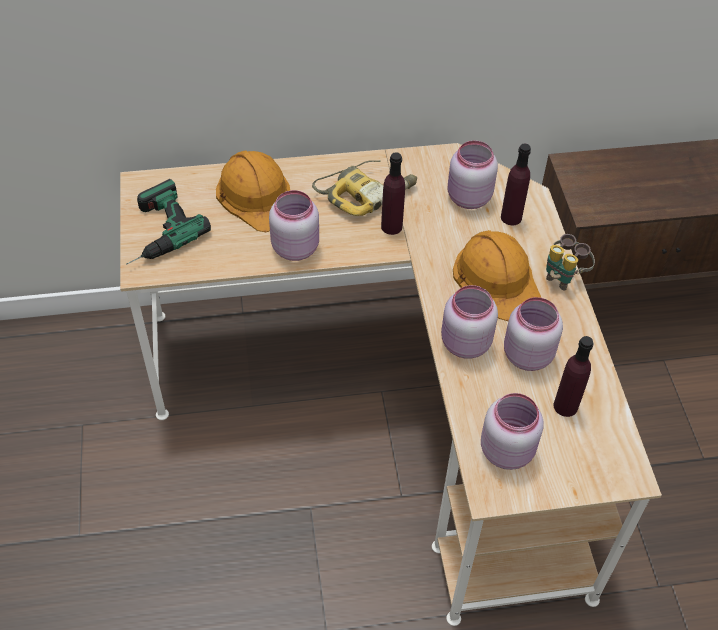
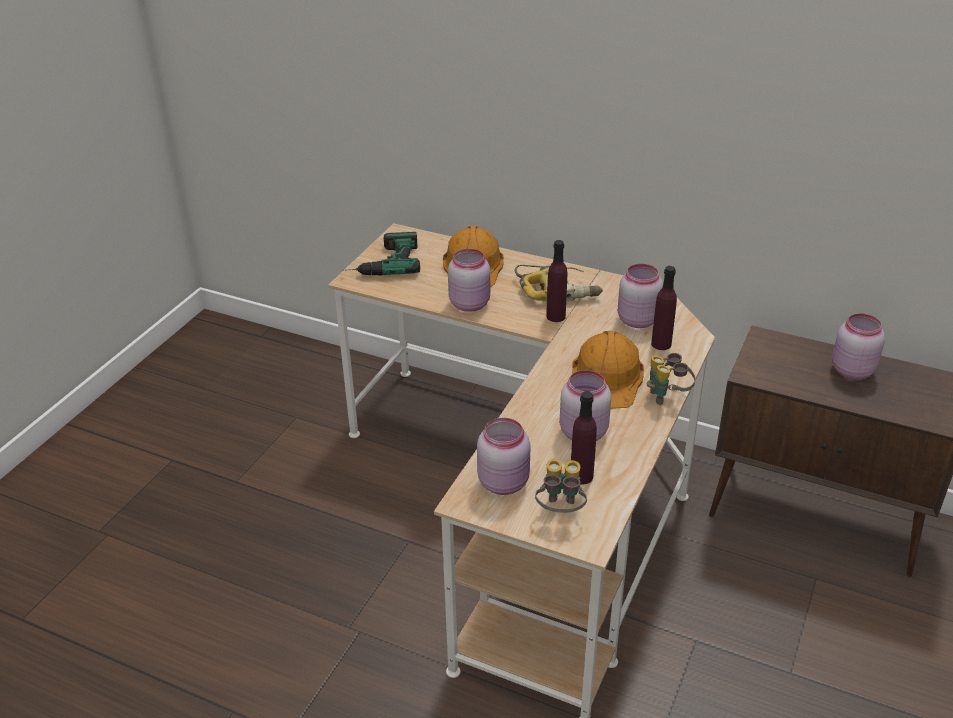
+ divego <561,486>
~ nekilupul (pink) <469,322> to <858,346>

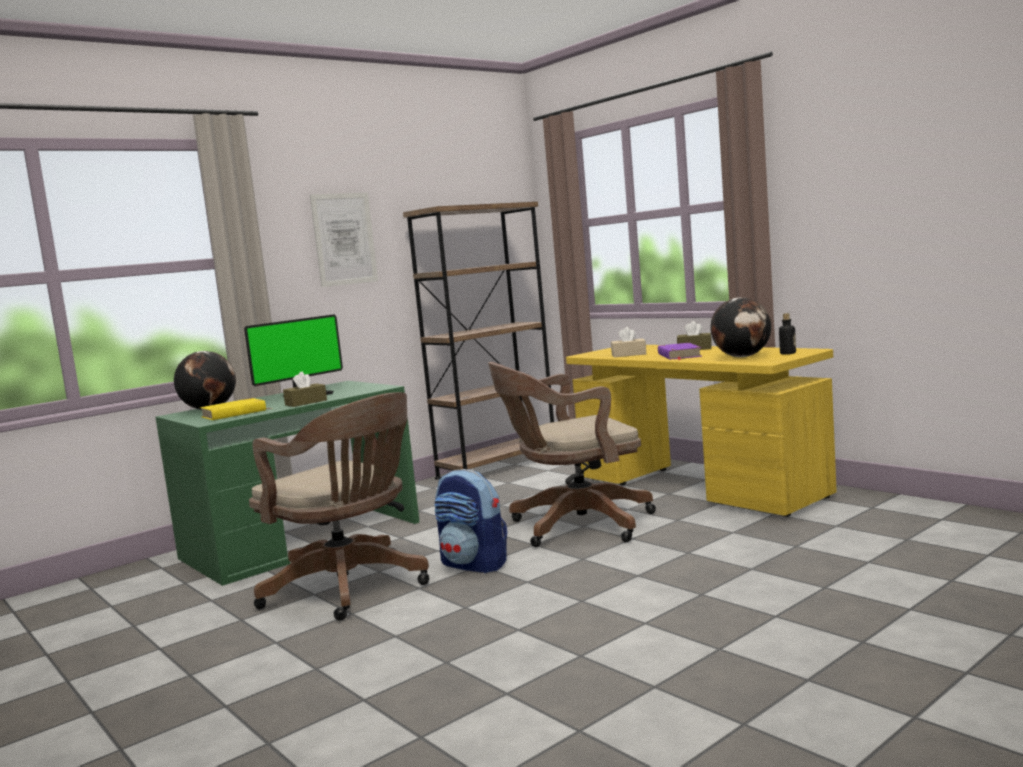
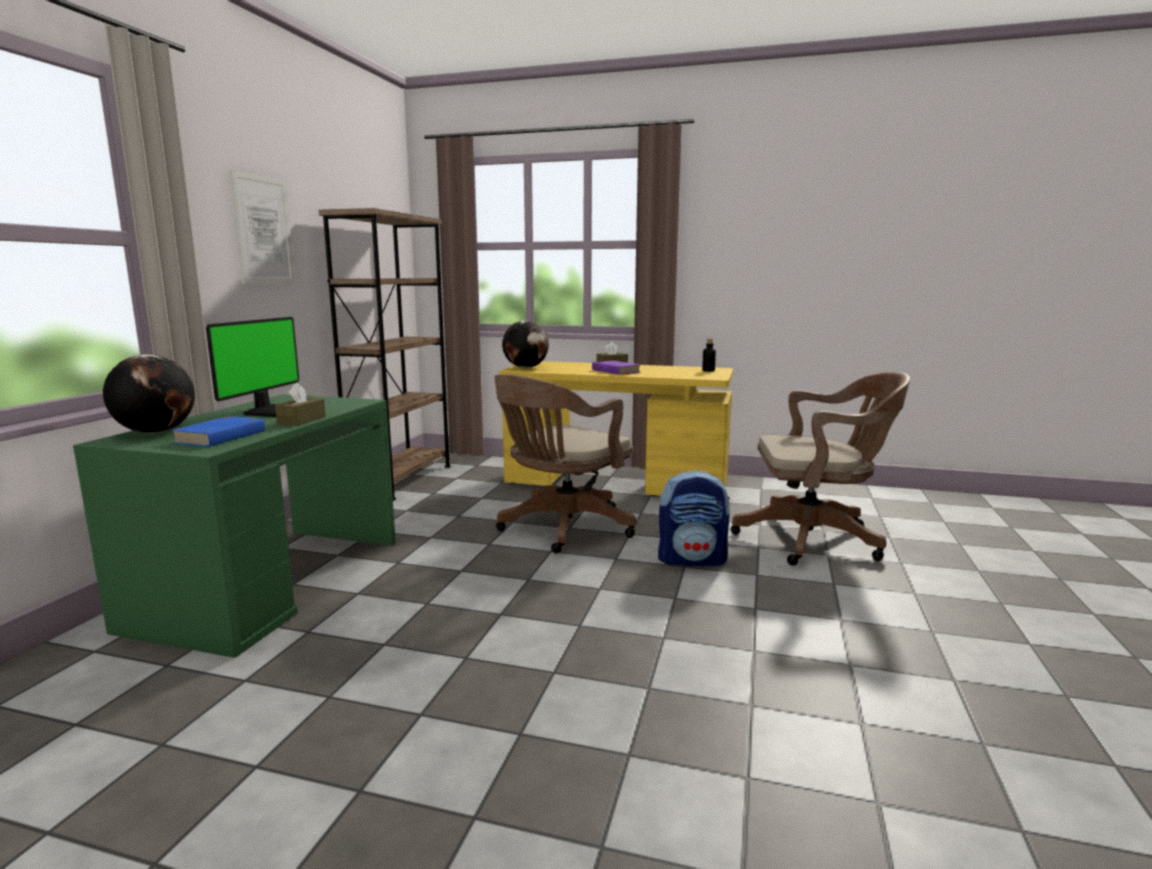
~ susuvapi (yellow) <235,409> to susuvapi (blue) <218,431>
~ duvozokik <741,327> to <525,344>
~ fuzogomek <470,521> to <694,518>
~ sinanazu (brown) <339,506> to <820,469>
- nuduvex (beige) <628,342>

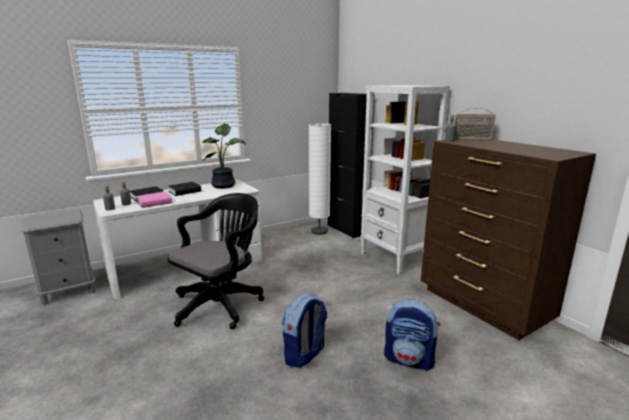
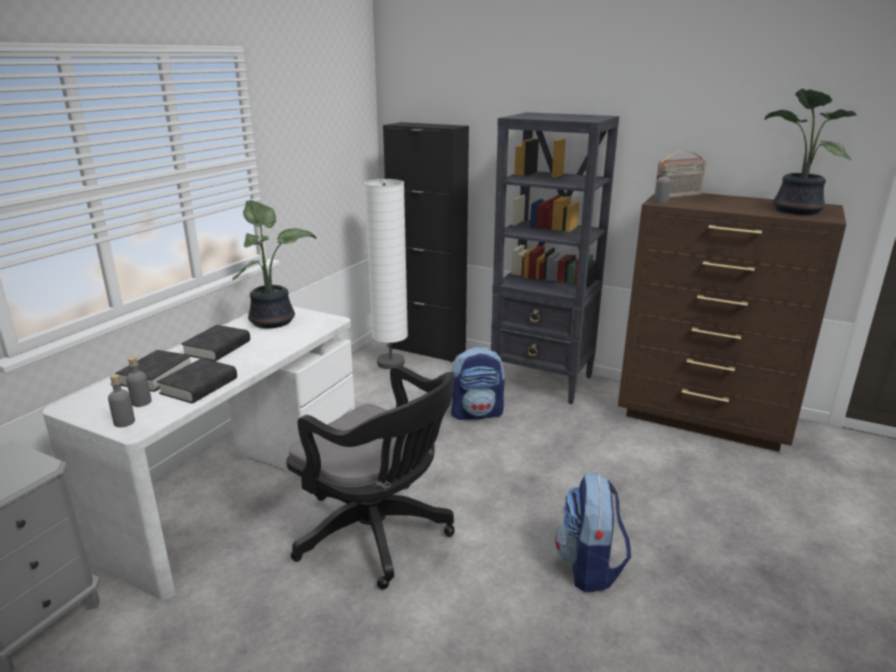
~ susuvapi (pink) <154,200> to susuvapi (black) <197,380>
~ sinanazu (black) <216,261> = <370,477> 120 degrees clockwise
~ fuzogomek <412,335> to <478,383>
~ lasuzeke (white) <405,180> to lasuzeke (black) <555,258>
+ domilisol <810,151>

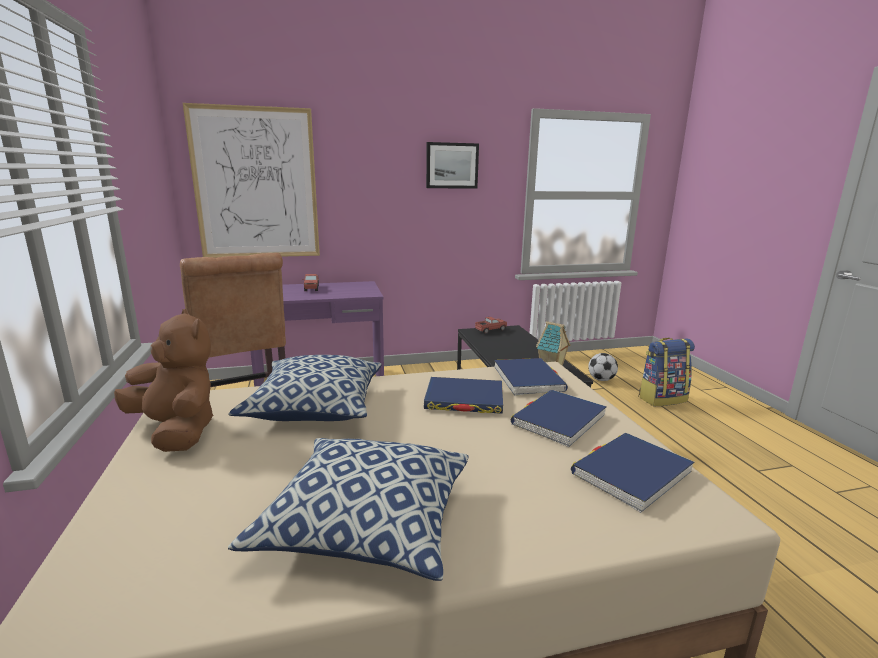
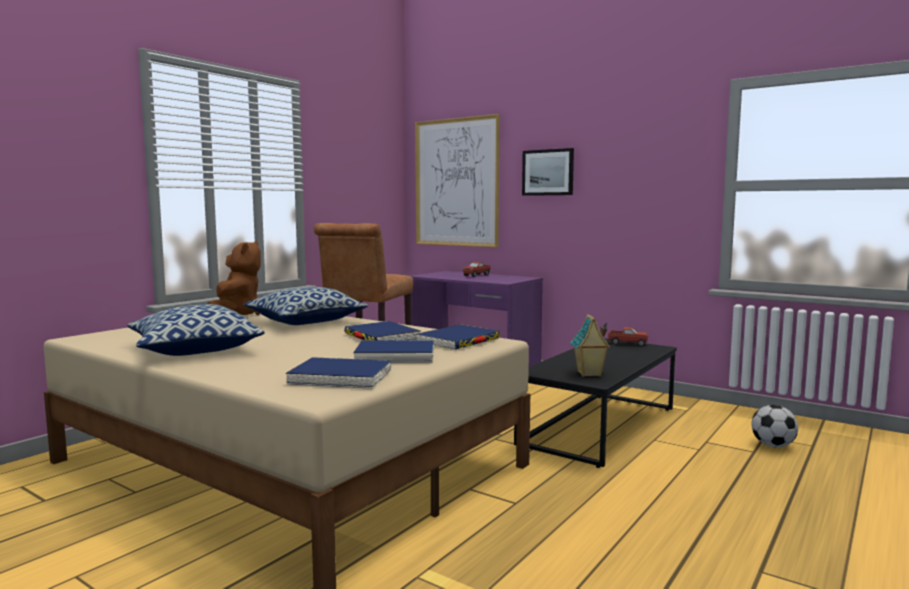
~ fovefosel <452,165> to <548,172>
- fuzogomek <666,372>

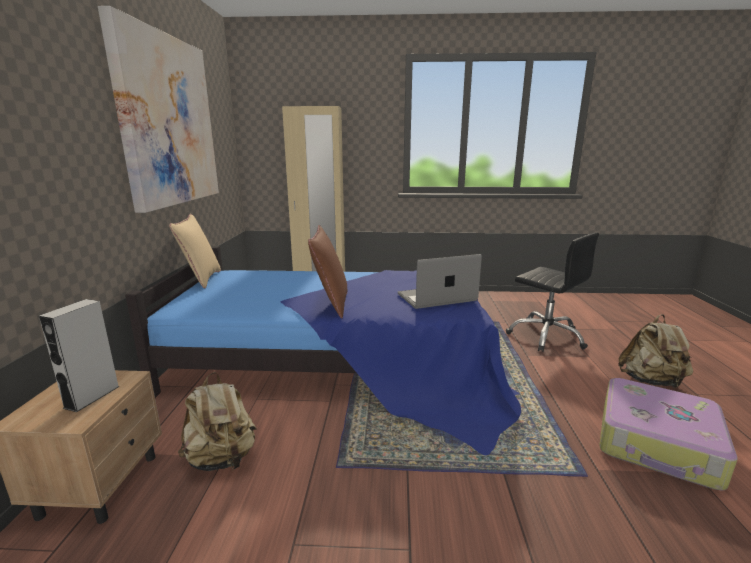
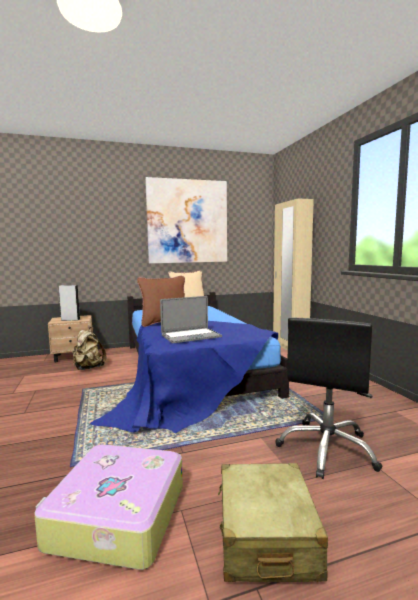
~ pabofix <440,281> = <191,319> 105 degrees clockwise
~ fuzogomek (beige) <655,351> to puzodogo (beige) <273,522>

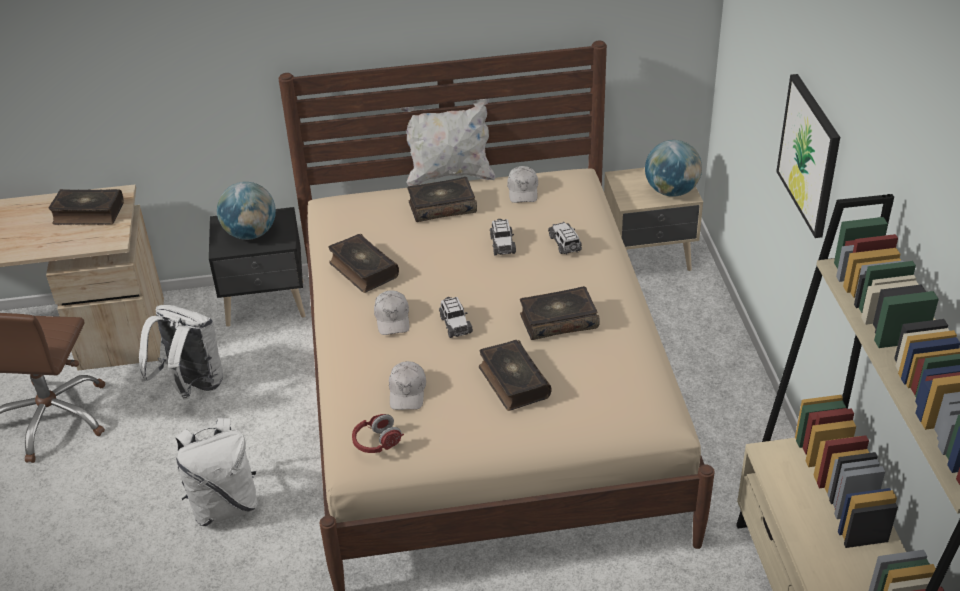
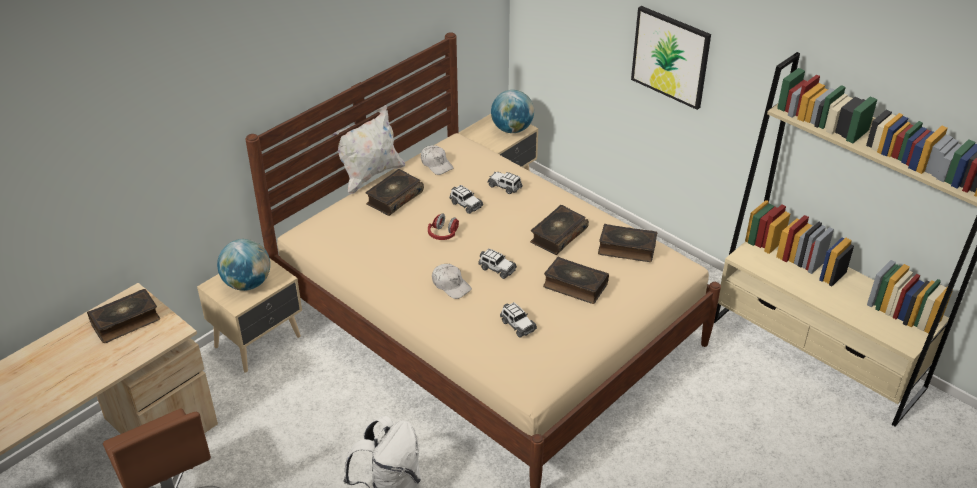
~ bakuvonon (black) <257,267> to bakuvonon (beige) <249,316>
~ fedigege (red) <378,433> to <443,227>
~ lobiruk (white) <407,385> to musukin <518,320>
~ susuvapi <363,263> to <628,243>
- fuzogomek (white) <181,352>

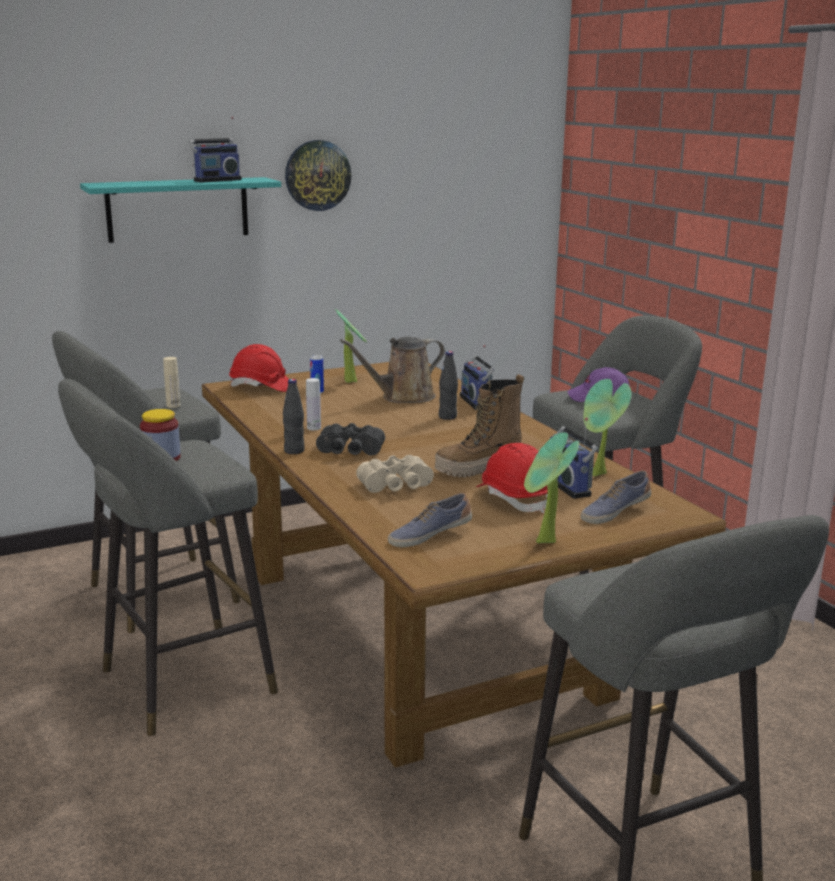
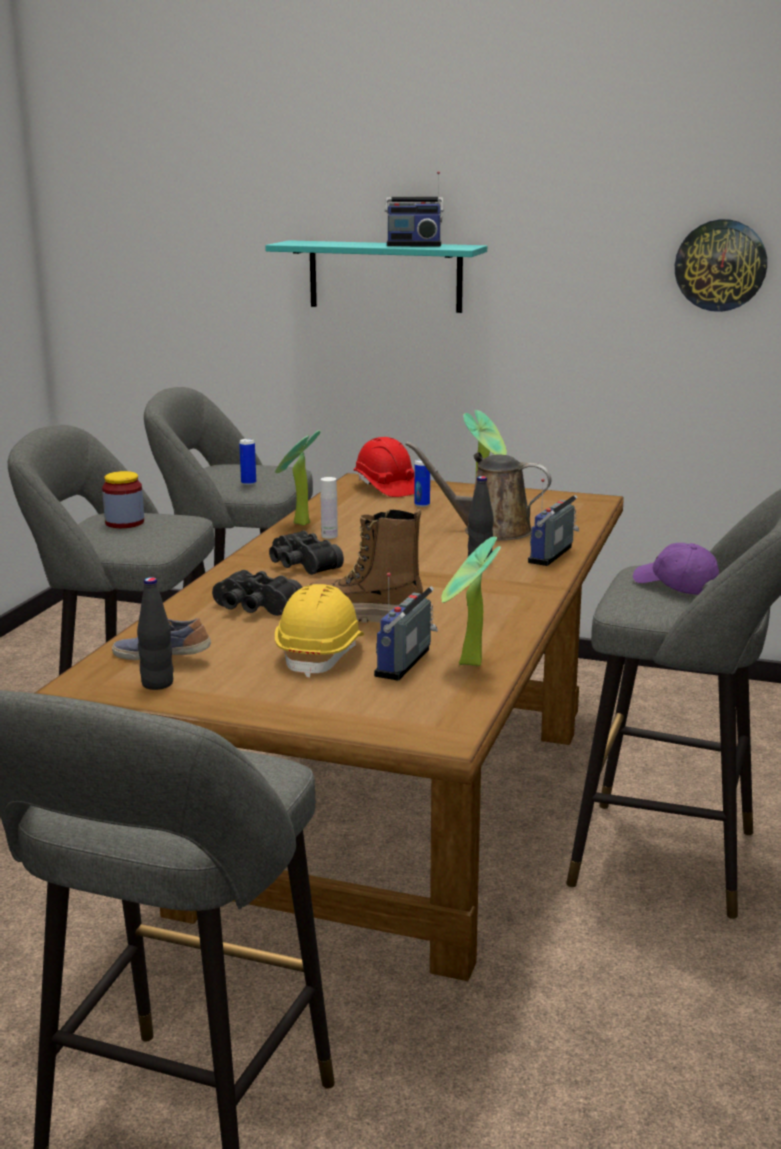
~ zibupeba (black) <294,416> to <155,633>
~ divego (beige) <395,474> to divego (black) <257,593>
~ zibupeba (beige) <171,382> to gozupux <247,461>
~ domilisol <551,488> to <298,478>
~ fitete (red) <512,478> to fitete (yellow) <319,631>
~ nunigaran <318,175> to <721,265>
- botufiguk <616,497>

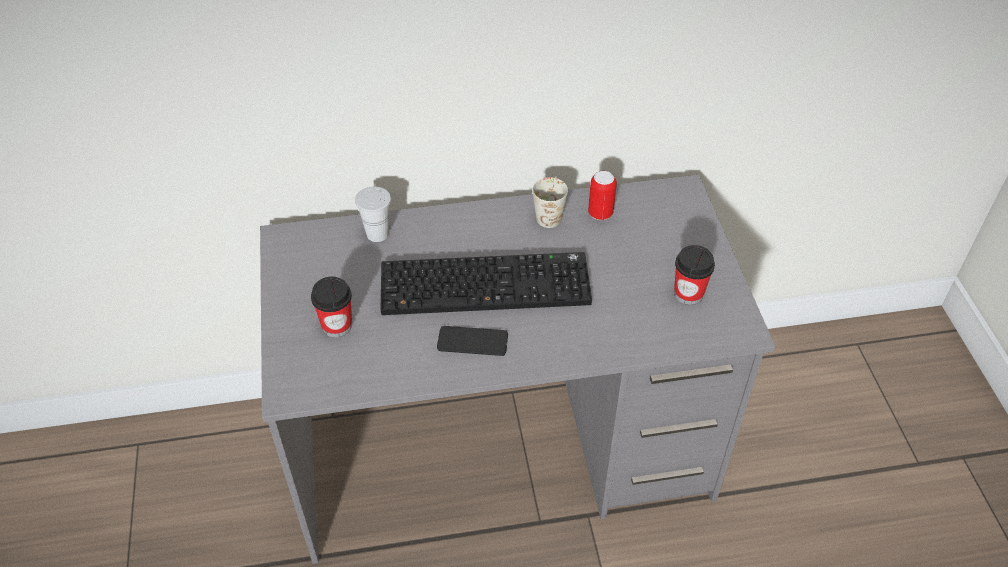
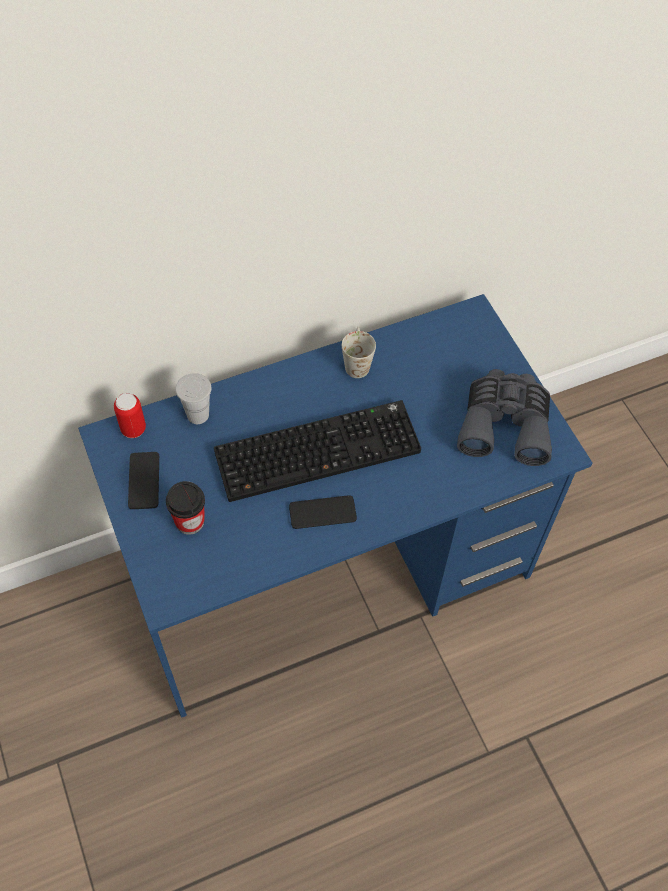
~ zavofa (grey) <518,369> to zavofa (blue) <335,506>
~ gozupux <602,195> to <130,415>
+ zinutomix <143,480>
~ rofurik <694,275> to divego (grey) <504,417>

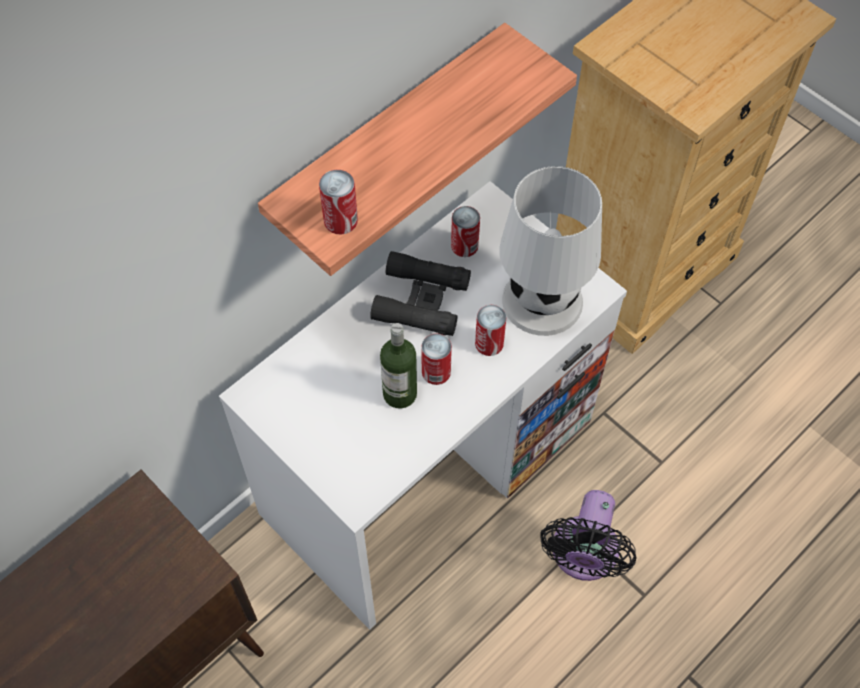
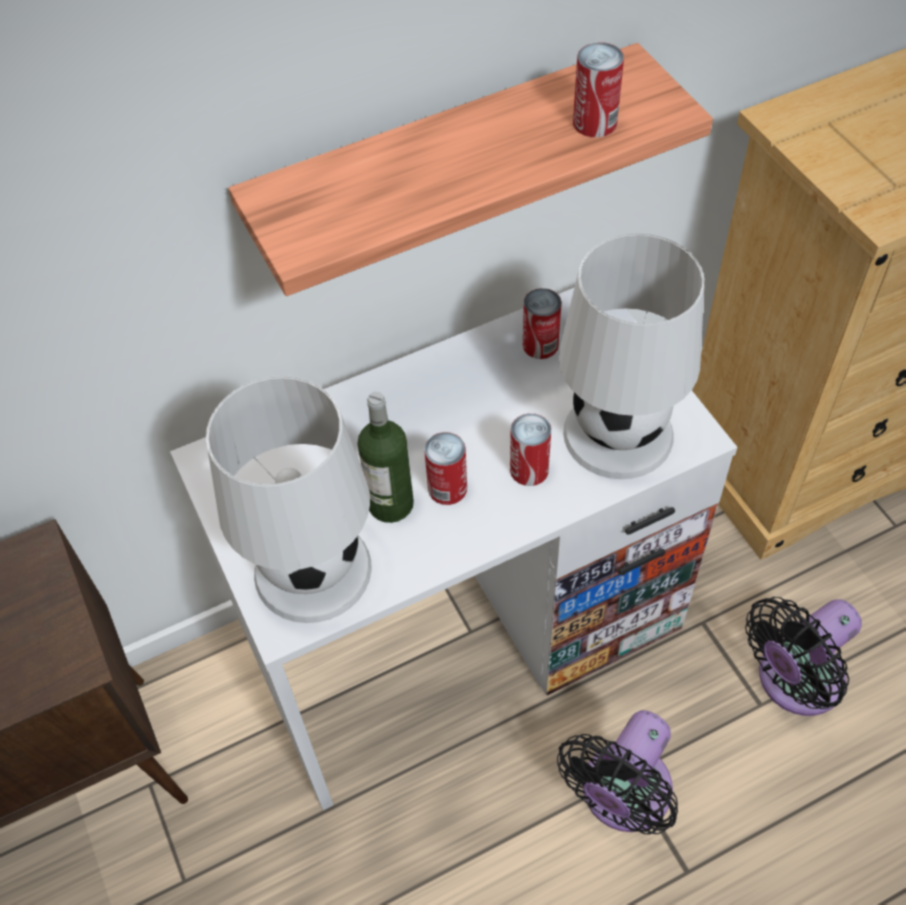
+ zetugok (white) <288,499>
~ gozupux <338,202> to <598,89>
+ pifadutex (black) <803,656>
- divego (black) <420,293>

